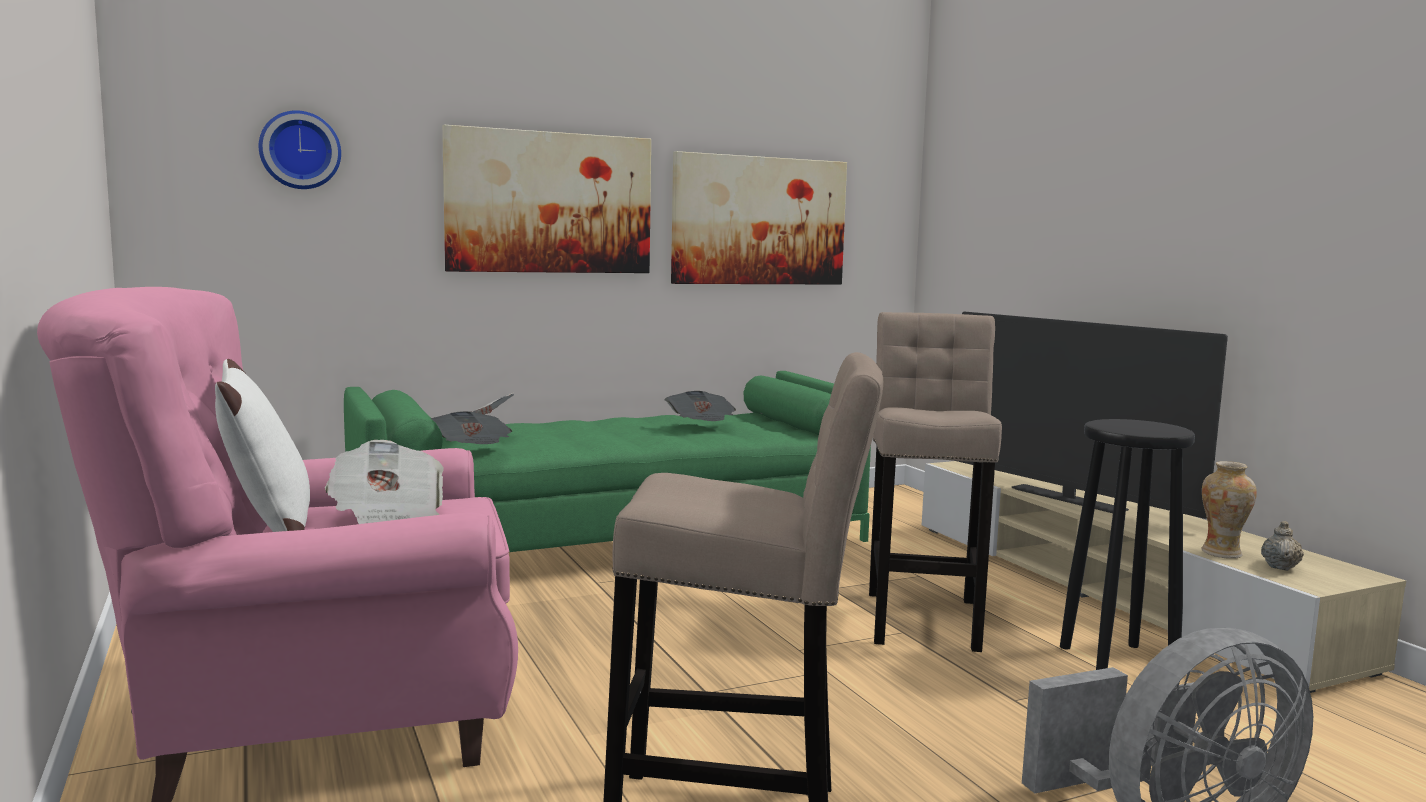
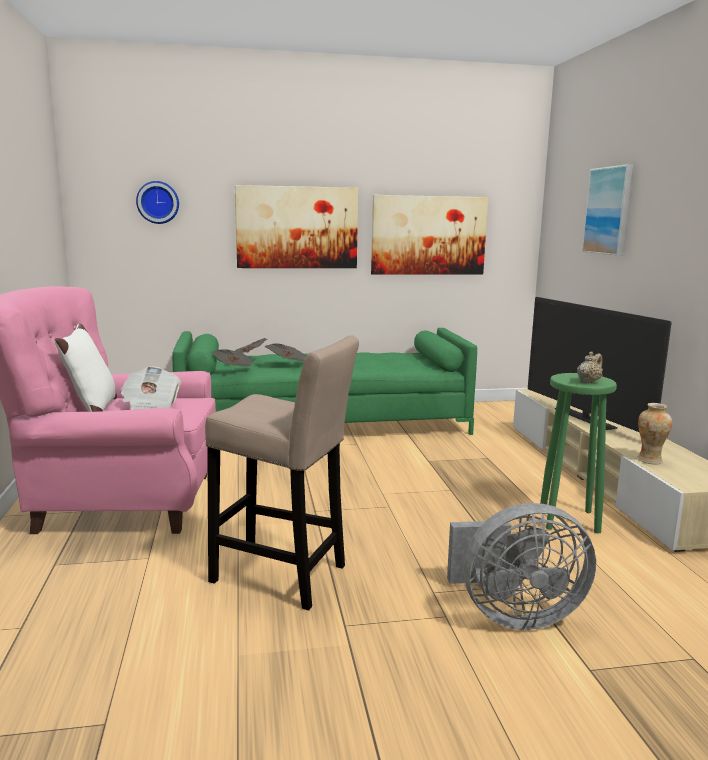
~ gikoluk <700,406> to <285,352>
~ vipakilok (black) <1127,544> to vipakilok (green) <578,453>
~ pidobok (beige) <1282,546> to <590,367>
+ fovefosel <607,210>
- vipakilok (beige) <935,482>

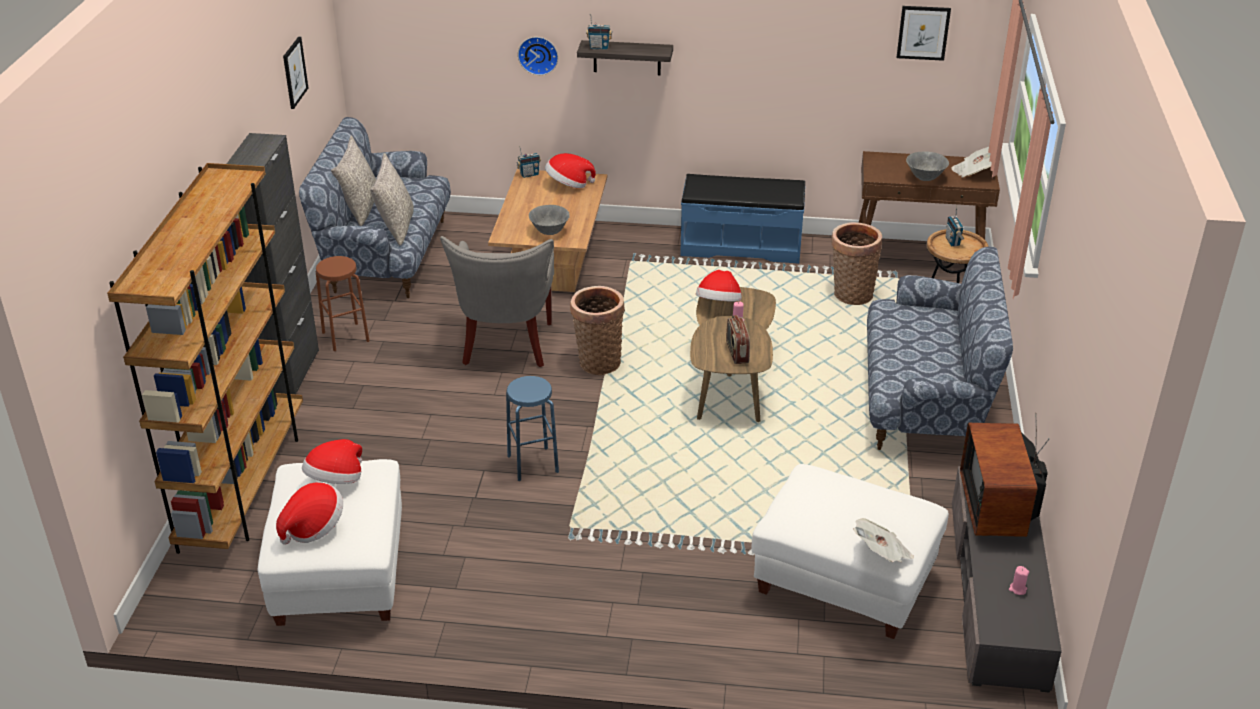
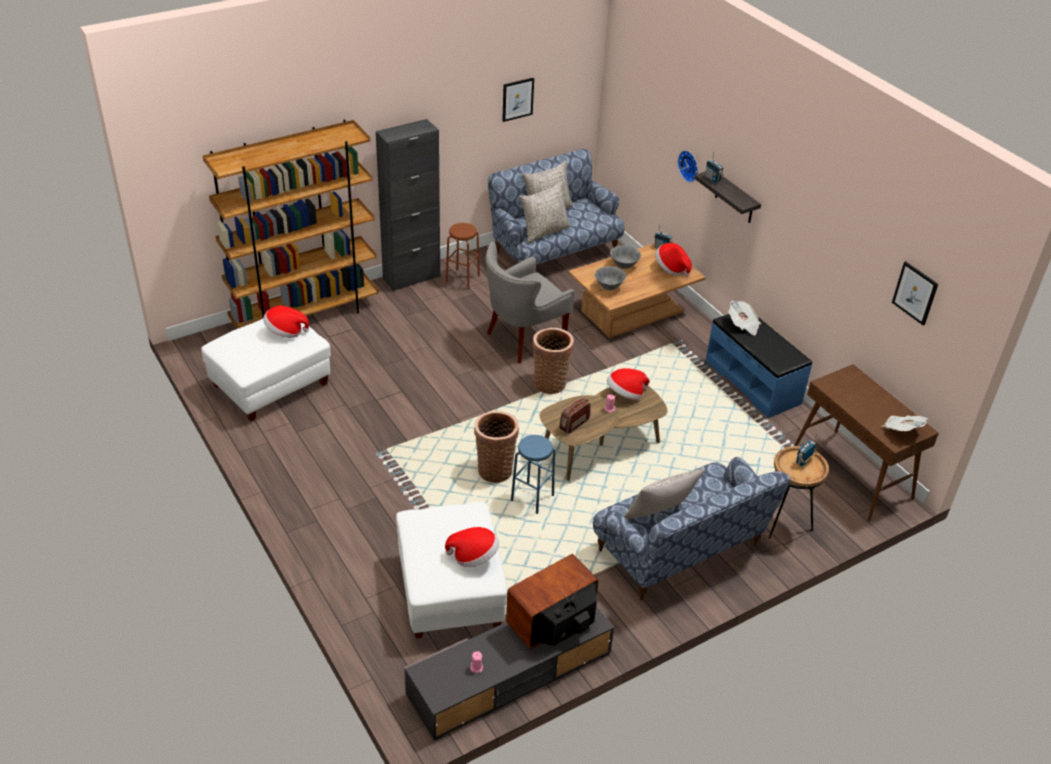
~ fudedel <309,513> to <472,547>
~ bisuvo <856,263> to <496,447>
~ vipakilok (blue) <532,428> to <533,474>
~ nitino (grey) <927,166> to <625,257>
+ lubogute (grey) <664,493>
~ gikoluk <883,540> to <744,318>

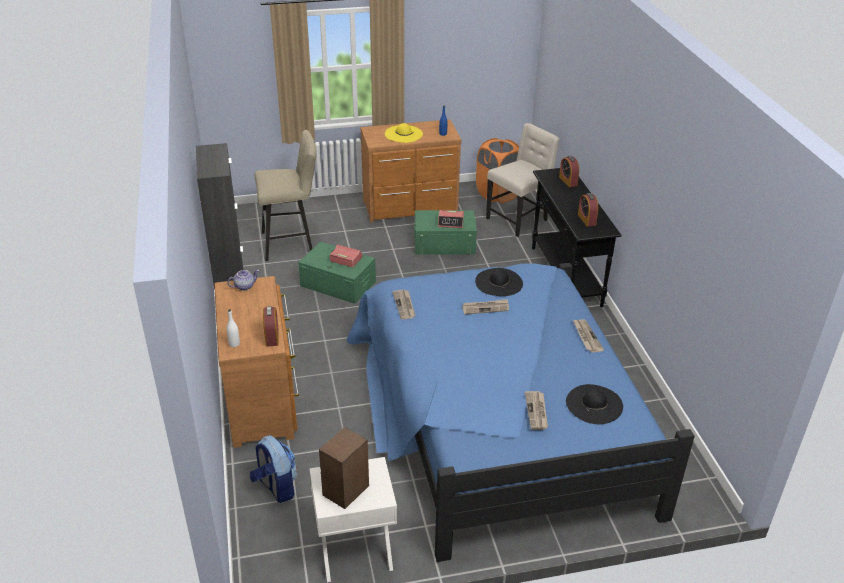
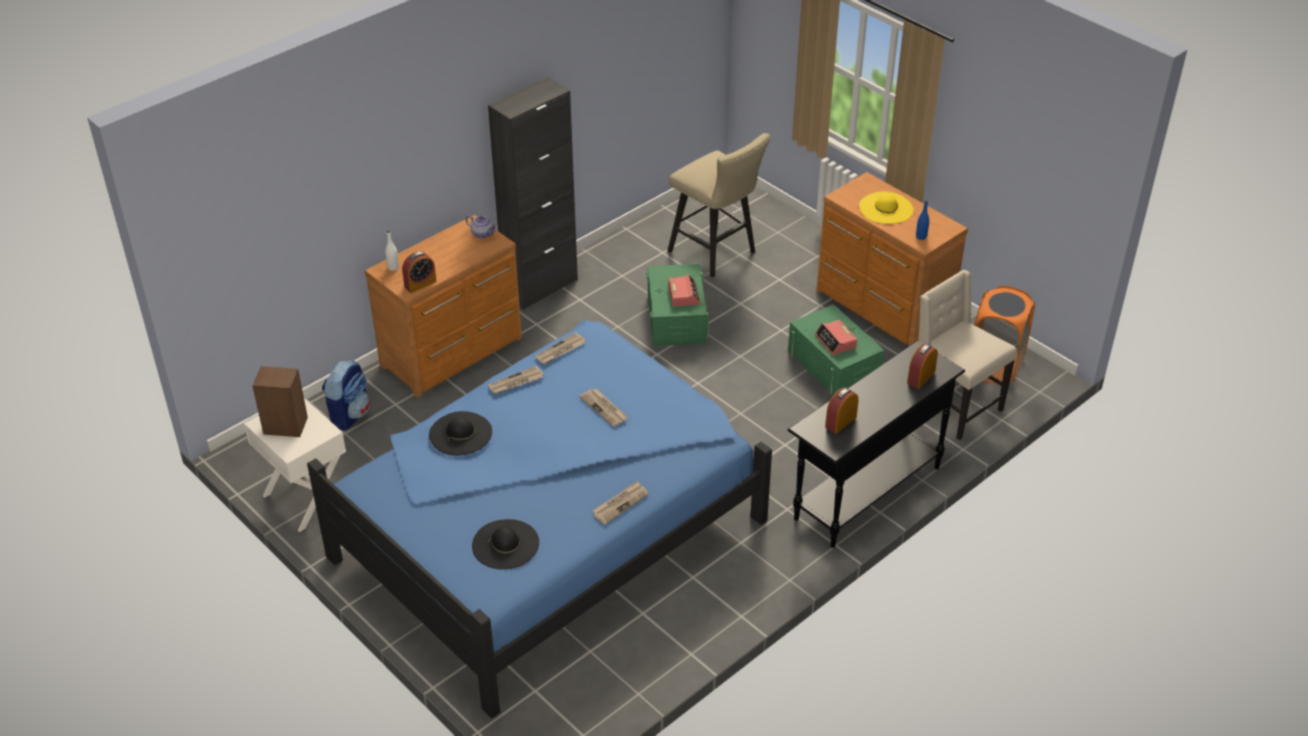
~ fudedel (black) <499,282> to <460,433>
~ gikoluk <536,410> to <516,380>
~ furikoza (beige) <523,180> = <967,355> 150 degrees counterclockwise

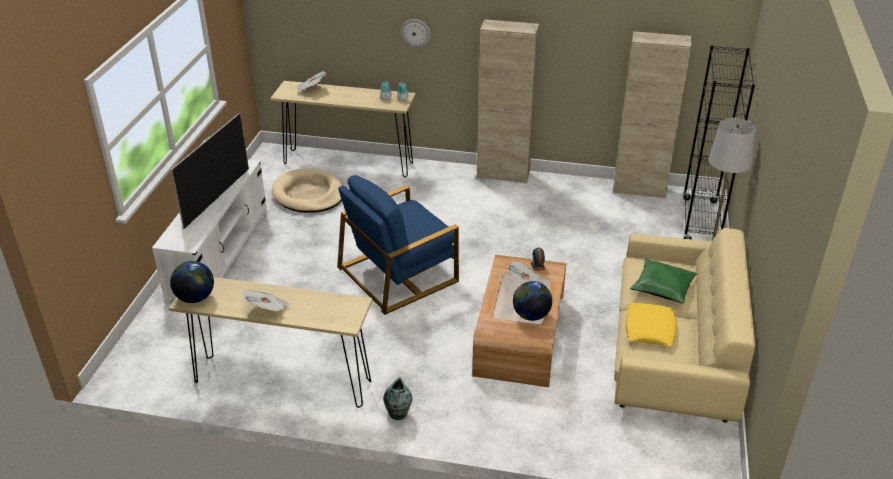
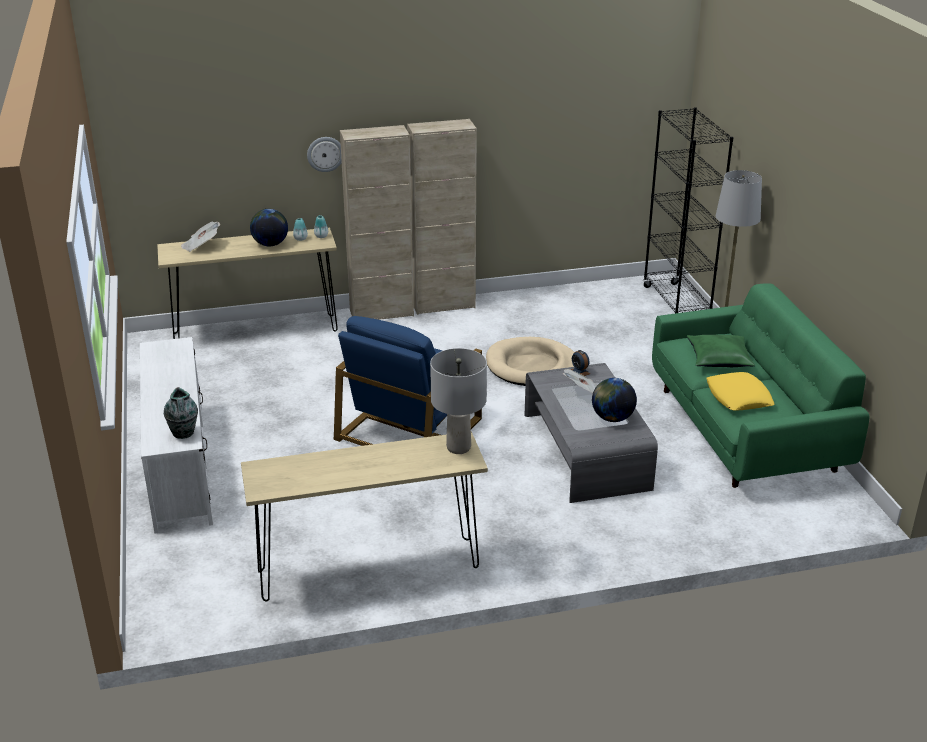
~ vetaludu <397,398> to <181,413>
~ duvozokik <192,282> to <269,227>
~ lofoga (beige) <652,115> to <377,222>
+ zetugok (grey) <458,401>
~ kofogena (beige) <307,191> to <530,361>
~ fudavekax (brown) <519,321> to fudavekax (grey) <591,433>
~ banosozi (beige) <684,325> to banosozi (green) <761,385>
- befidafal <210,171>
- gikoluk <267,301>

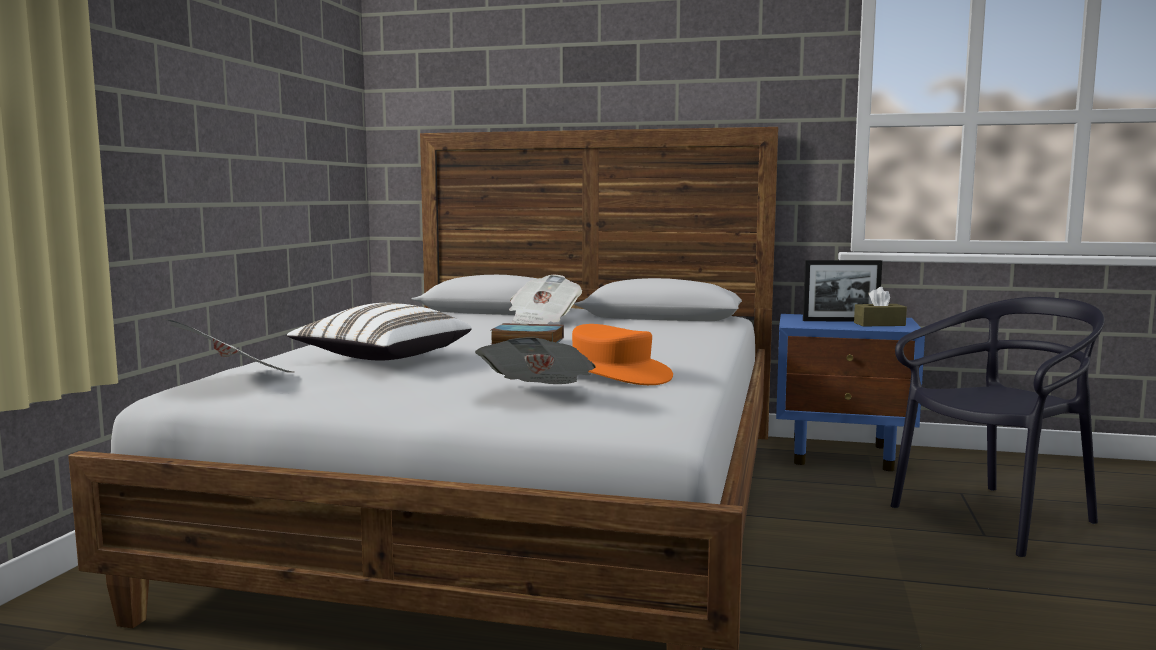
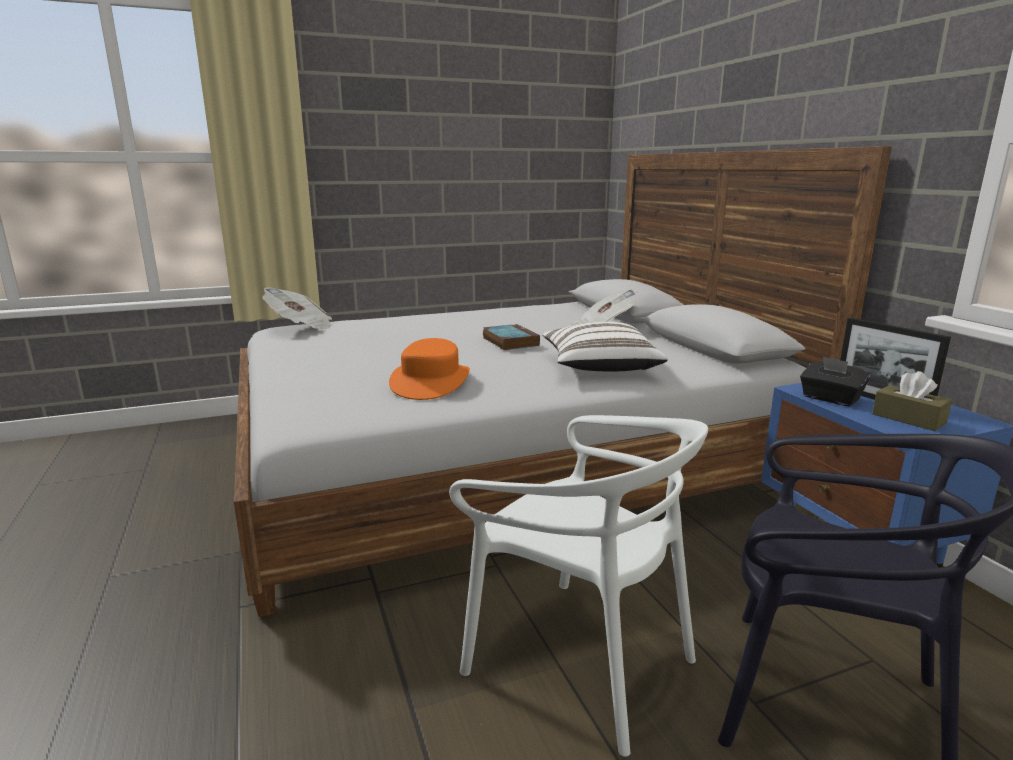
+ furikoza (white) <578,586>
~ lubogute (white) <379,331> to <605,346>
+ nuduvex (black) <835,381>
- gikoluk <535,360>

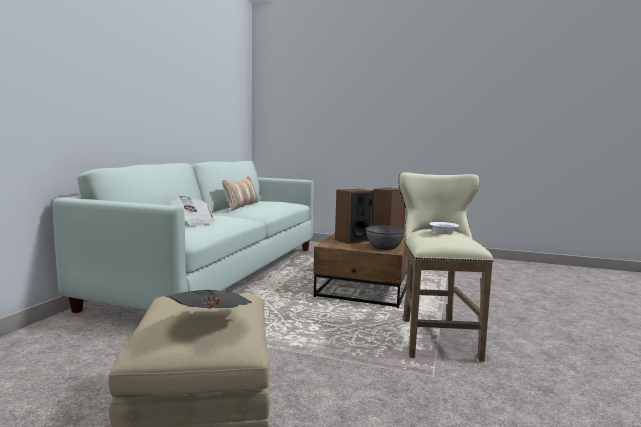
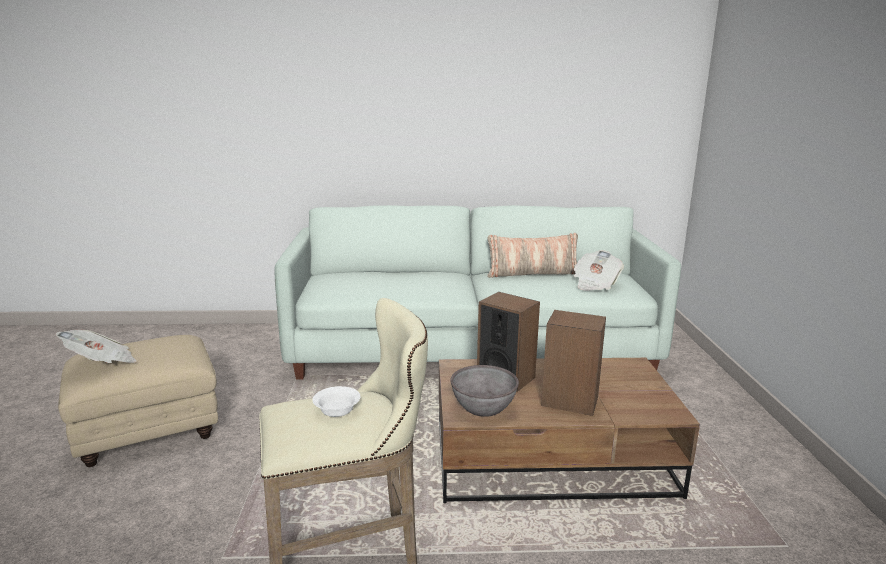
~ gikoluk <192,211> to <598,270>

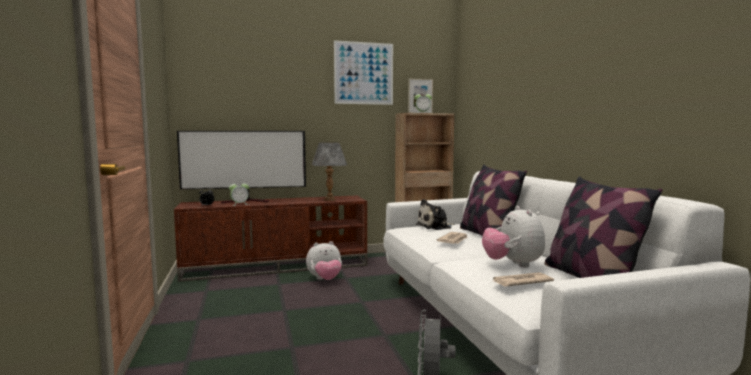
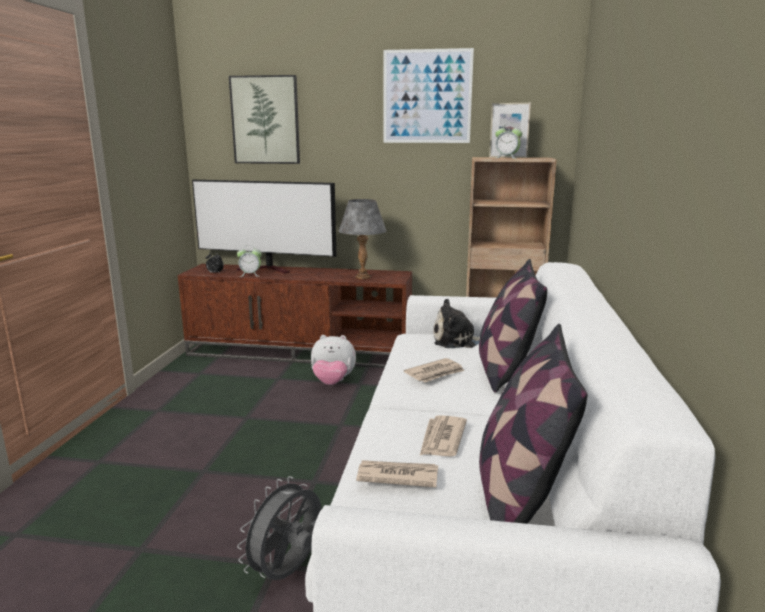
+ fovefosel <264,119>
~ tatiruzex <513,237> to gikoluk <443,436>

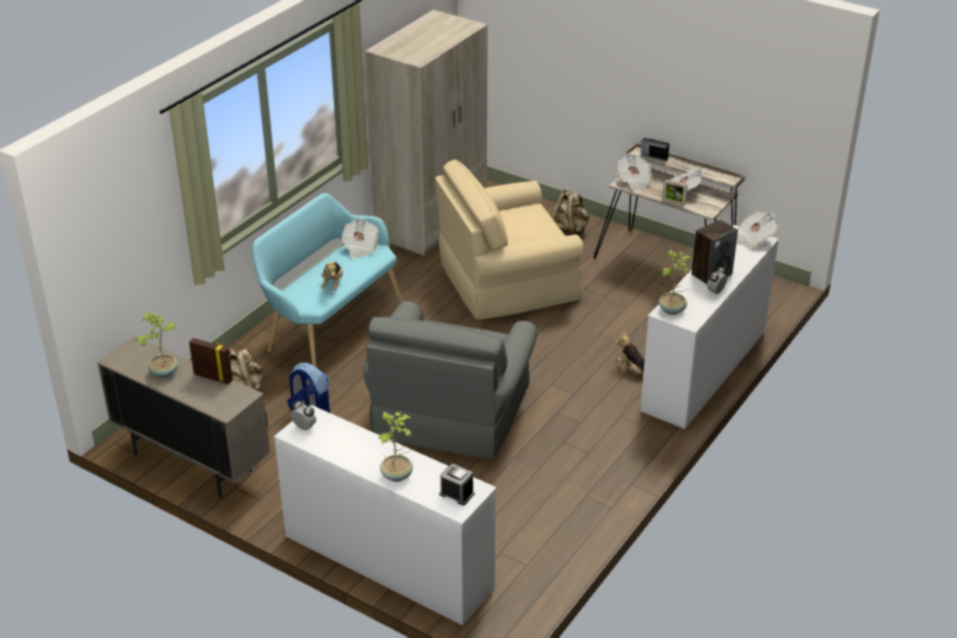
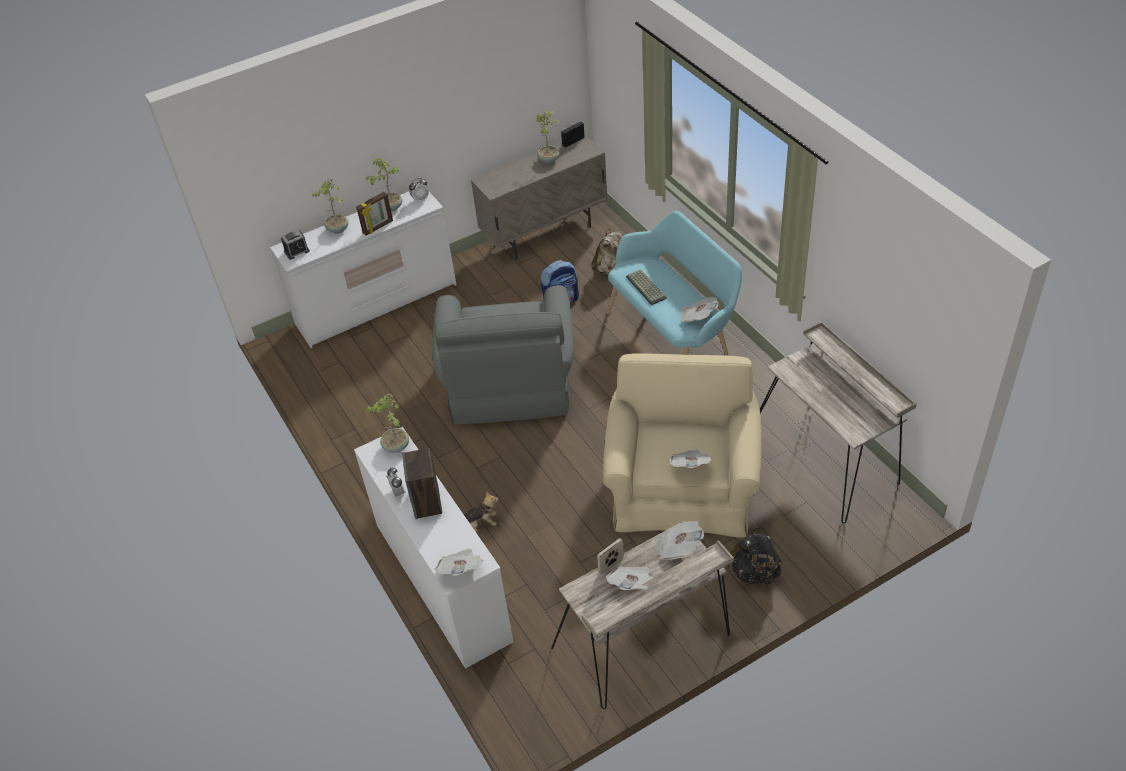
~ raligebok <211,361> to <374,214>
+ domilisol <384,184>
~ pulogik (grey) <451,380> = <503,354> 135 degrees counterclockwise
~ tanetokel <655,150> to <573,134>
~ tatiruzex <332,276> to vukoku <646,287>
+ gikoluk <690,458>
~ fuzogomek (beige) <570,212> to fuzogomek (black) <754,556>
~ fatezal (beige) <426,133> to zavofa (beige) <838,422>

